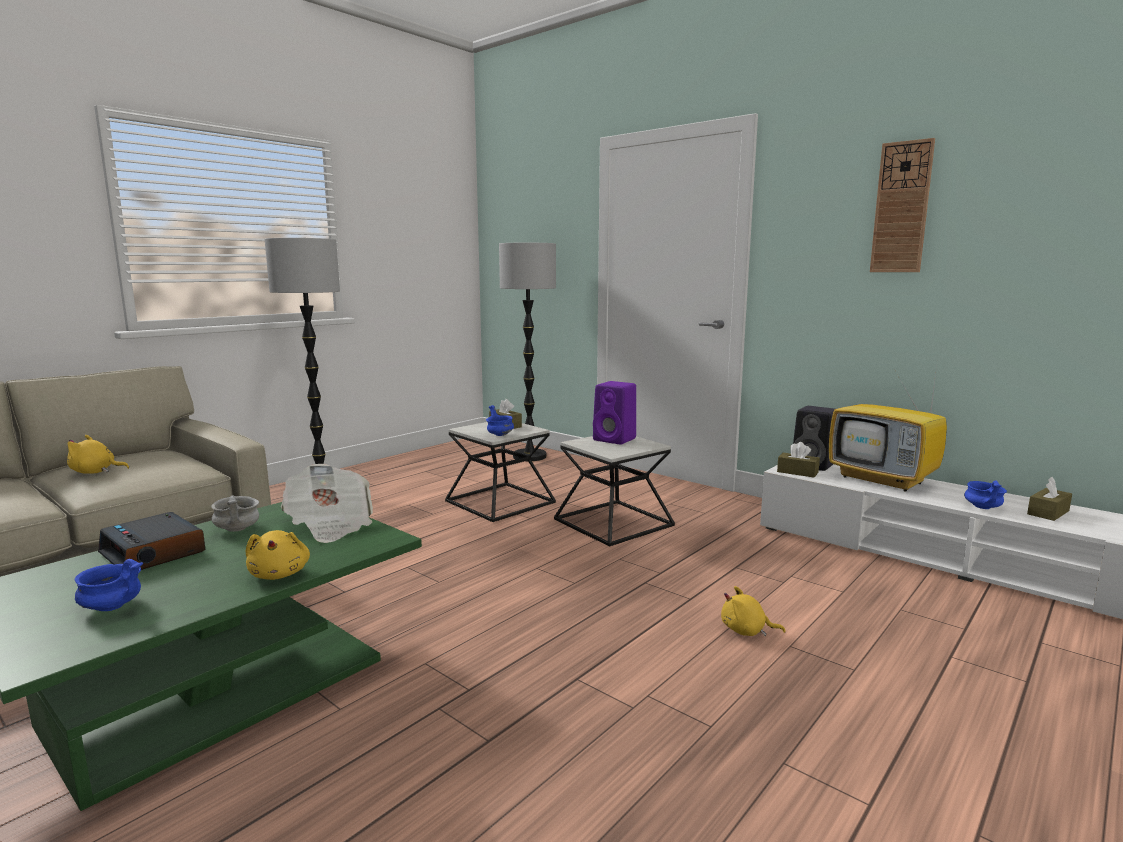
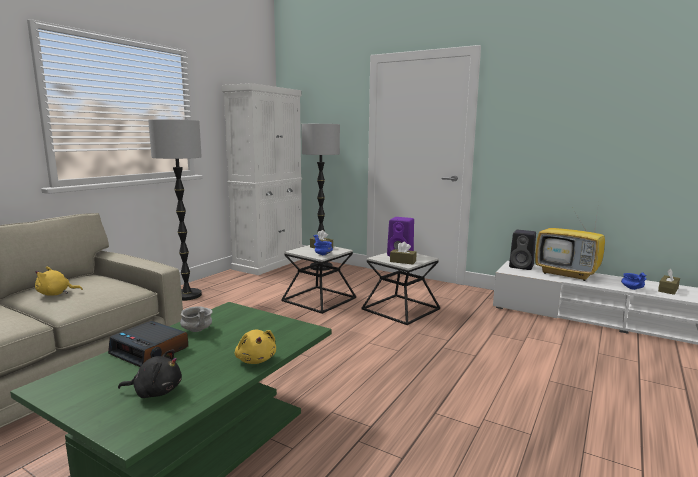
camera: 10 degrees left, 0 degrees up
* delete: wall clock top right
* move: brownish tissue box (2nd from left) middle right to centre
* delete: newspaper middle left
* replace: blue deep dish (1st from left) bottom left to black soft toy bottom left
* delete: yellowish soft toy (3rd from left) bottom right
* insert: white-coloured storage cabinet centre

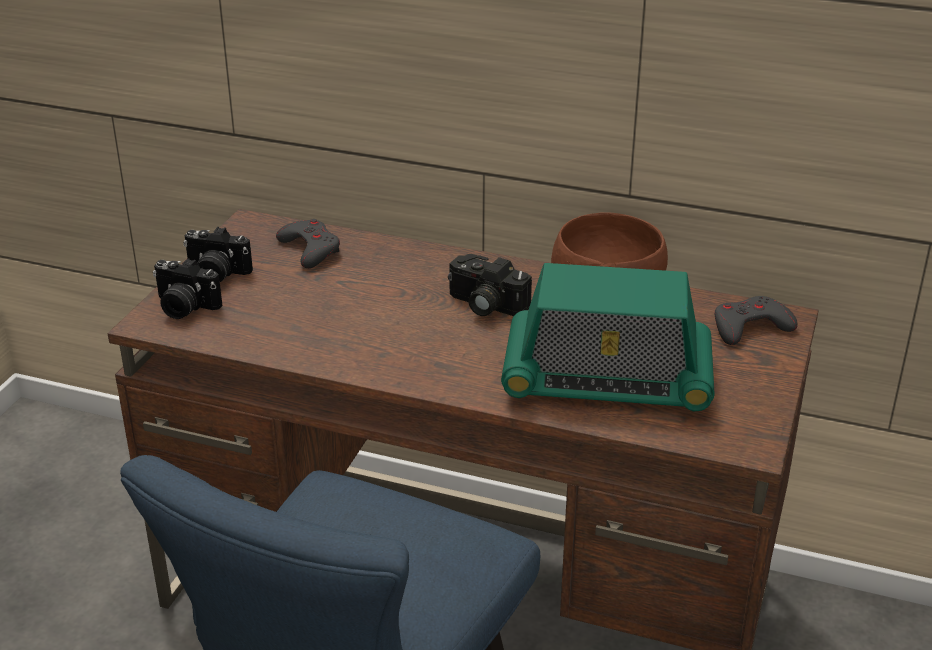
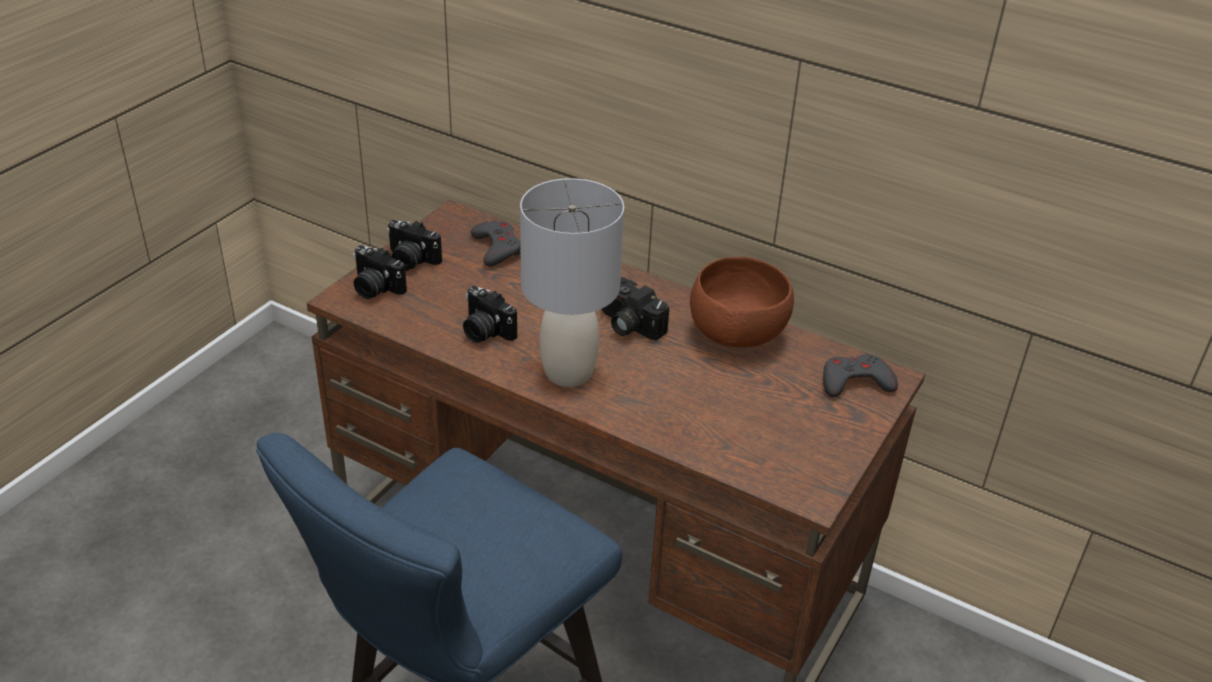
camera: 10 degrees right, 5 degrees up
* delete: radio receiver centre
* insert: grey lamp for a table centre
* insert: photo camera (3rd from left) centre

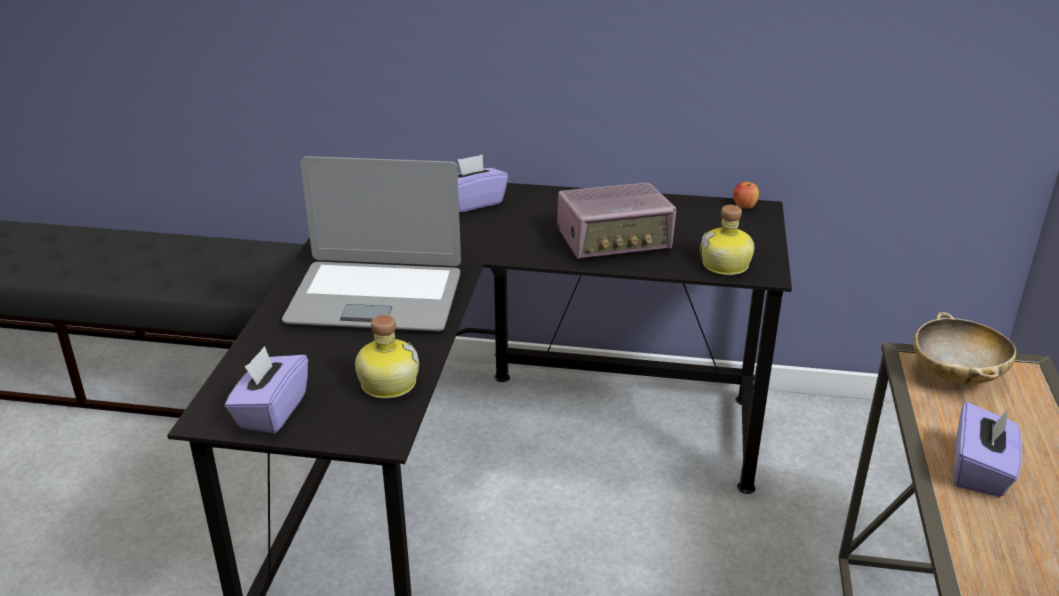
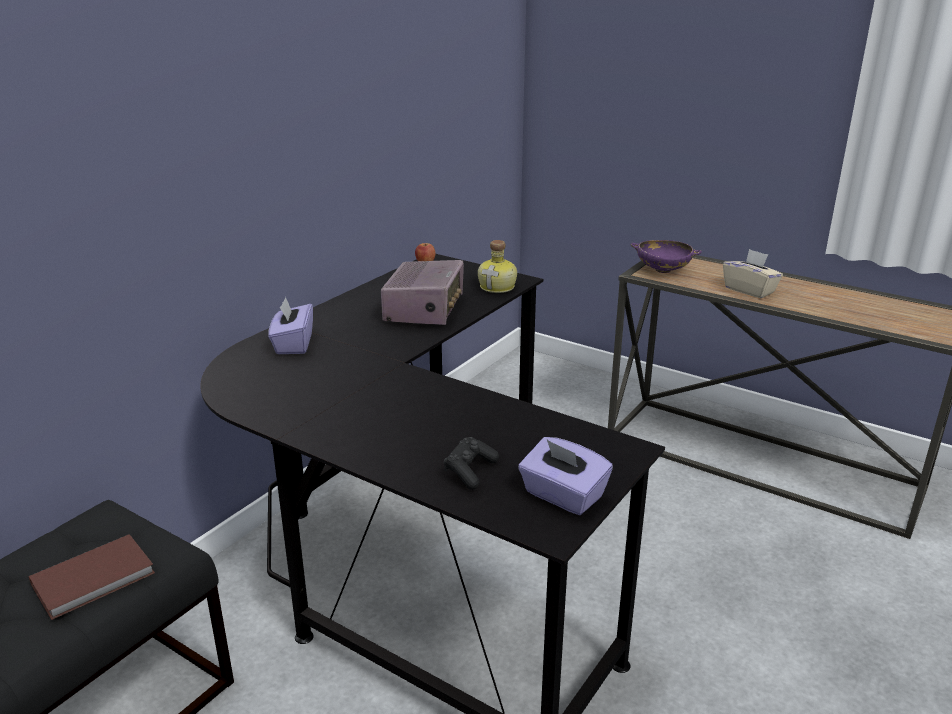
camera: 65 degrees left, 5 degrees down
* delete: laptop centre
* recolor: beige-coloured deep dish middle right to purple deep dish middle right
* delete: beverage bottle (1st from left) centre
* recolor: purple tissue box (3rd from left) bottom right to beige-coloured tissue box middle right
* insert: black game controller centre
* insert: brownish volume bottom left

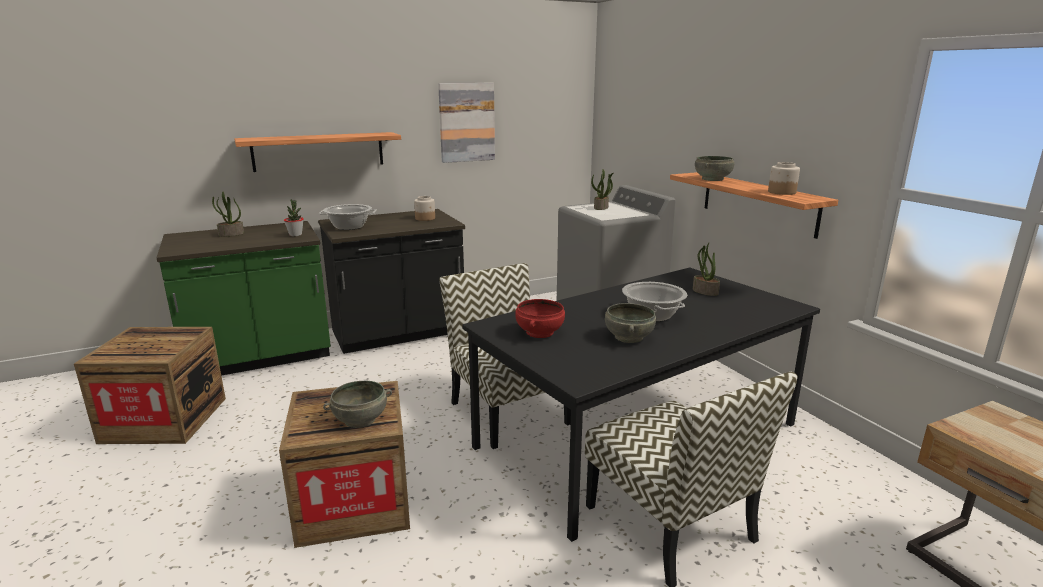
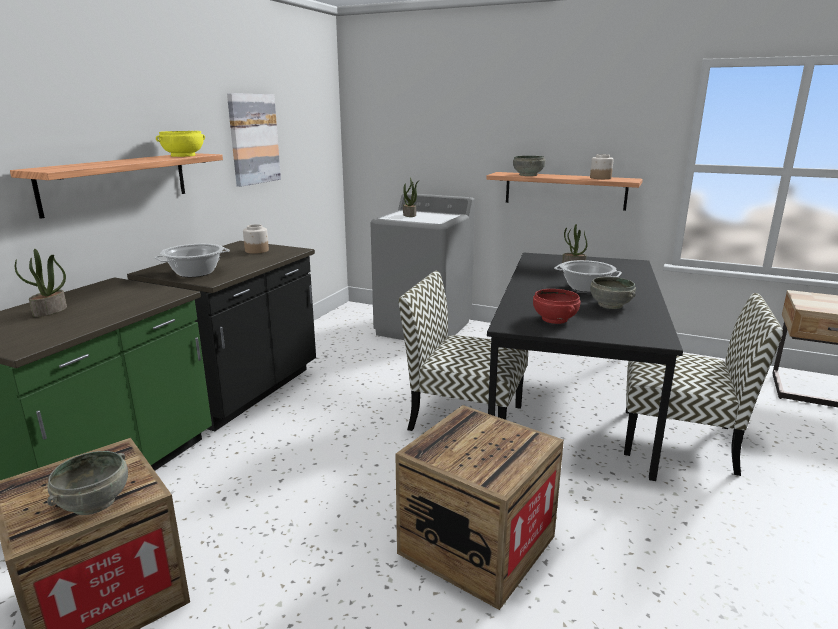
camera: 40 degrees left, 0 degrees up
* delete: potted plant (2nd from left) middle left
* move: grey deep dish (1st from left) bottom centre to bottom left
* insert: yellowish deep dish top left

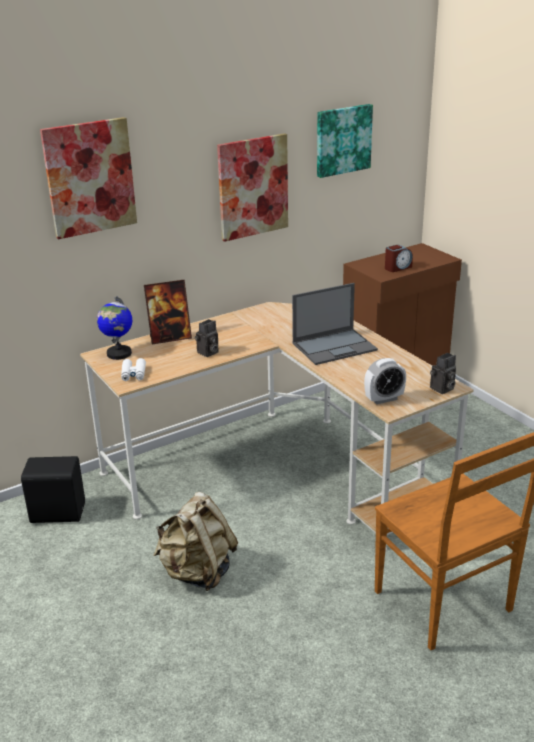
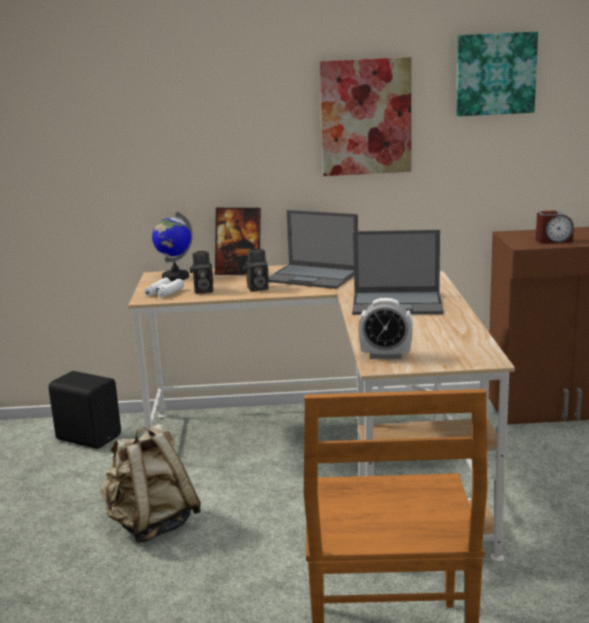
camera: 30 degrees right, 10 degrees down
* delete: picture (1st from left) top left
* move: photo camera (2nd from left in the first image) middle right to photo camera (1st from left) centre
* insert: laptop (1st from left) centre

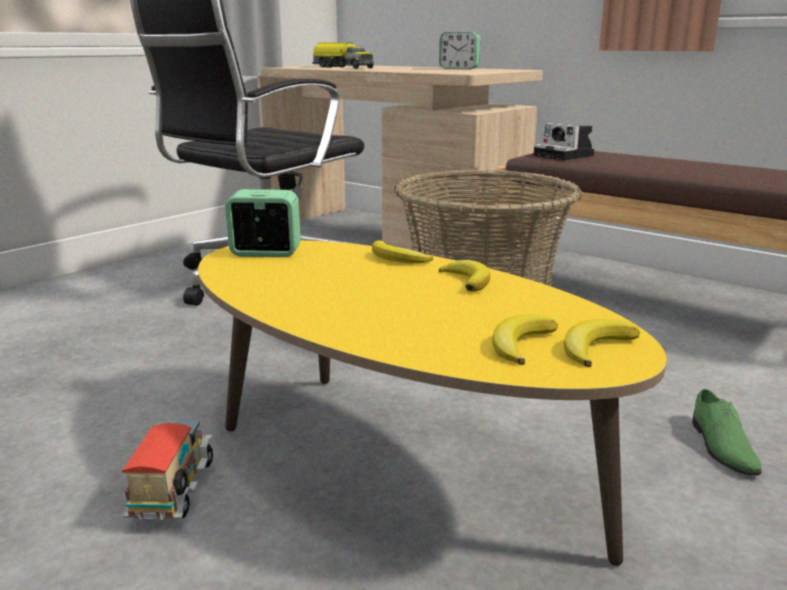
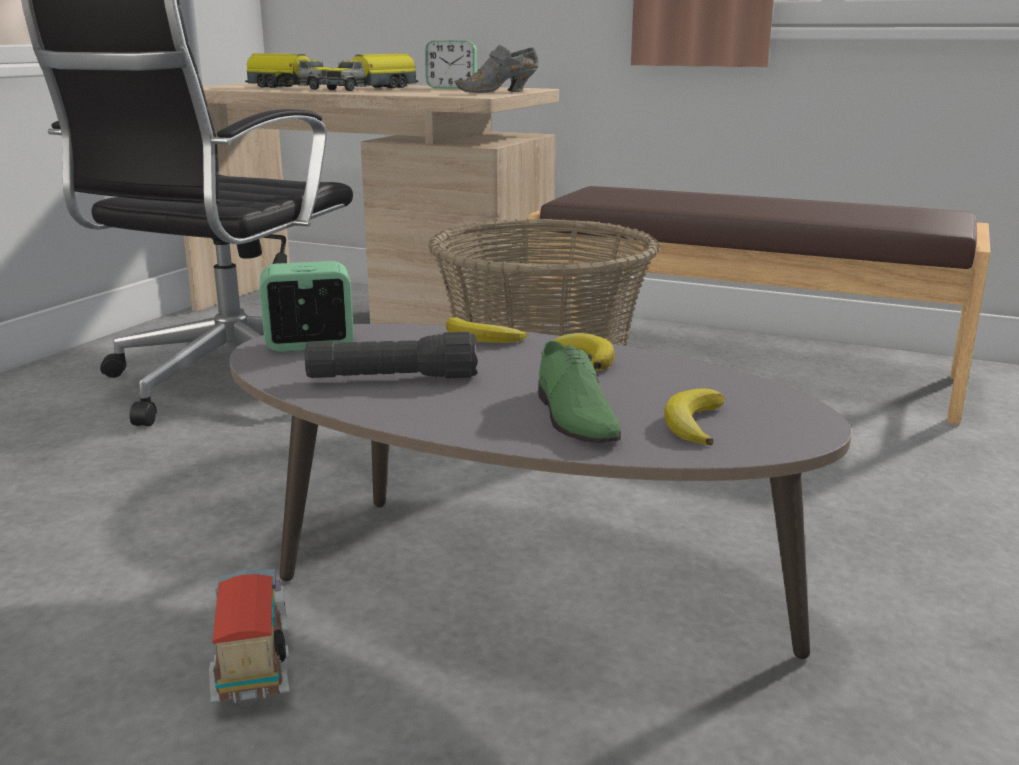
camera: 15 degrees left, 0 degrees up
* delete: photo camera top right
* recolor: yellowish low table bottom centre to grey low table centre
* delete: whole banana (4th from left) middle right
* move: greenish item of footwear bottom right to centre
* insert: grey item of footwear top centre
* insert: model truck (3rd from left) top centre
* insert: black hand torch centre

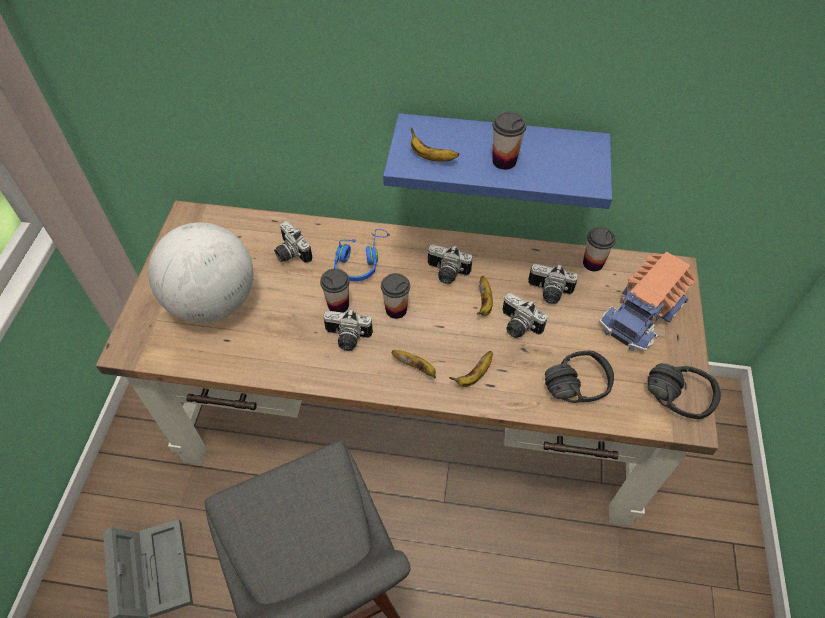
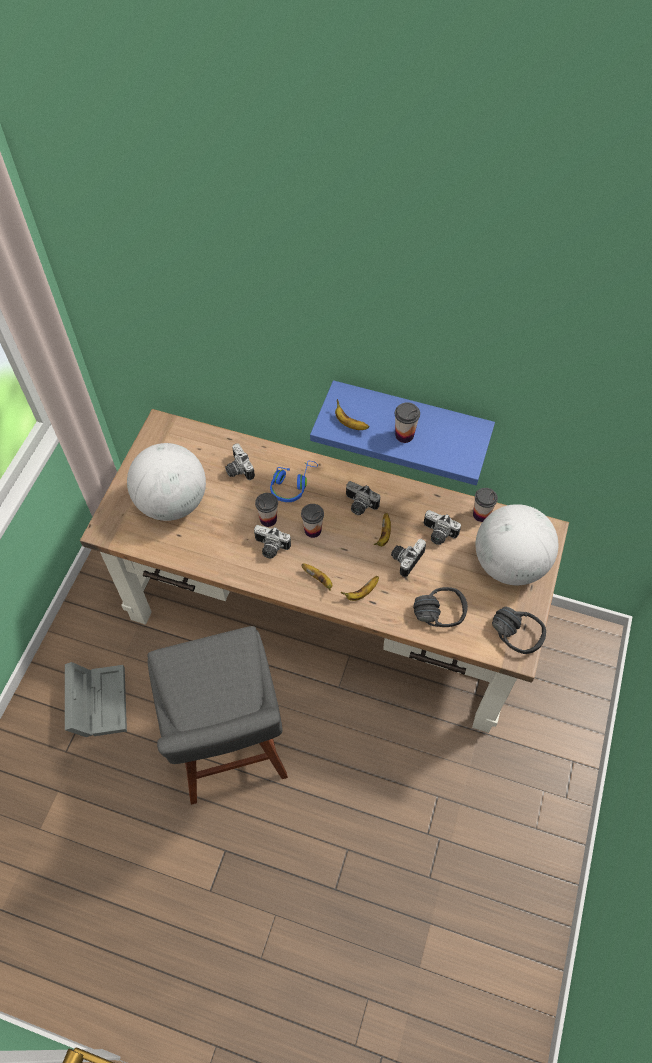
camera: 10 degrees right, 5 degrees up
* replace: model truck middle right to world globe (2nd from left) middle right
* rotate: photo camera (4th from left) centre = centre 75 degrees clockwise

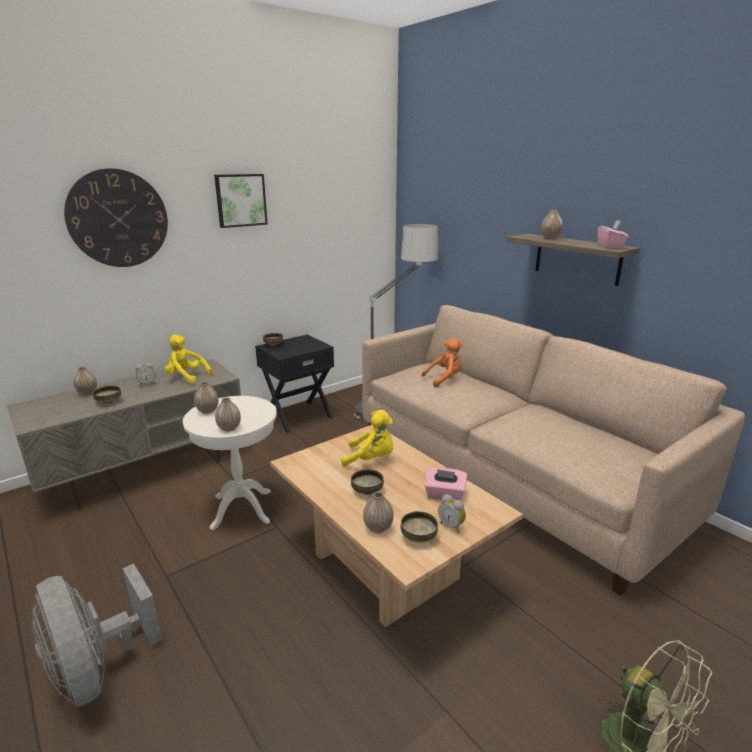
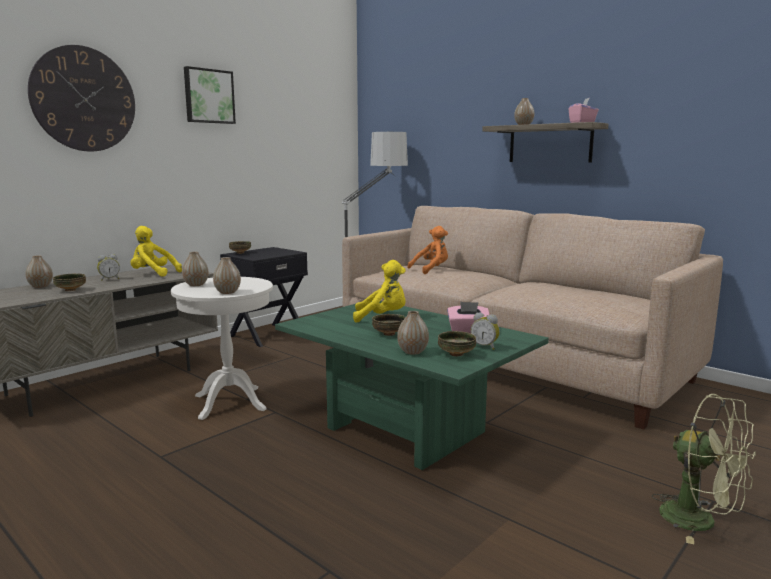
camera: 10 degrees left, 10 degrees down
* recolor: beige-coloured low table bottom centre to greenish low table centre
* delete: grey fan bottom left

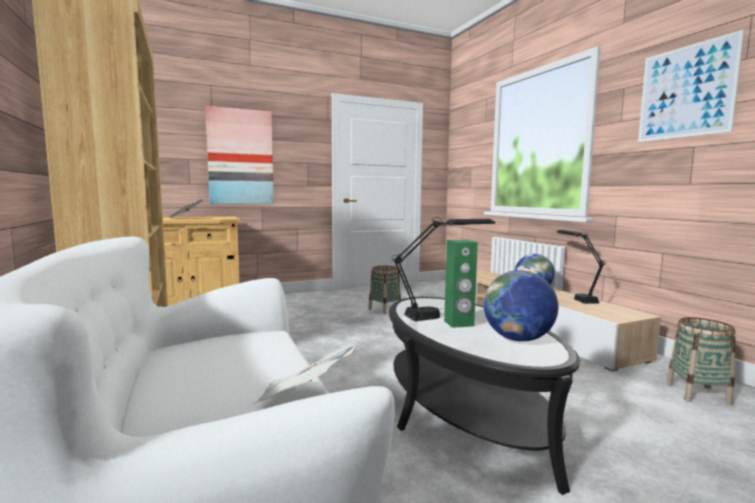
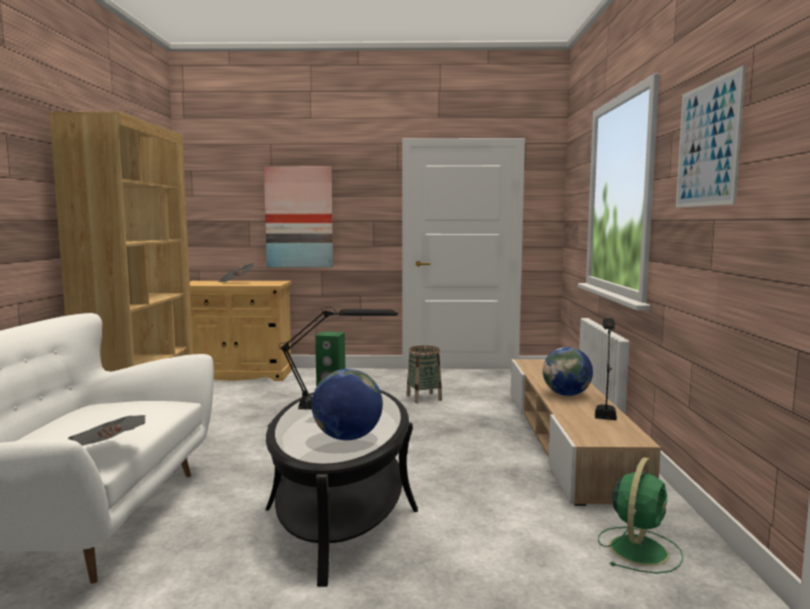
camera: 25 degrees right, 0 degrees up
* replace: basket (2nd from left) bottom right to greenish fan bottom right

